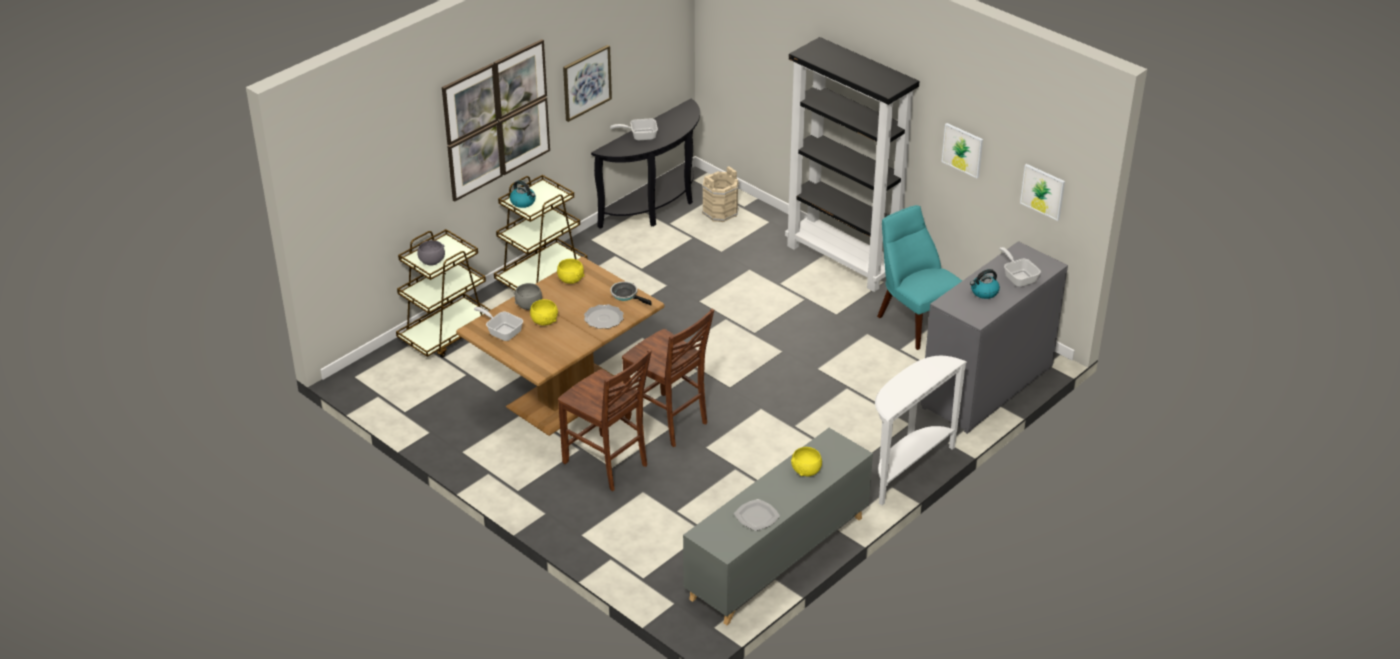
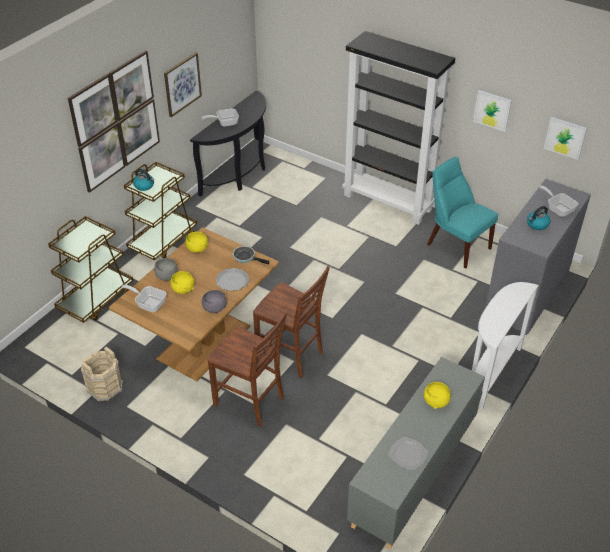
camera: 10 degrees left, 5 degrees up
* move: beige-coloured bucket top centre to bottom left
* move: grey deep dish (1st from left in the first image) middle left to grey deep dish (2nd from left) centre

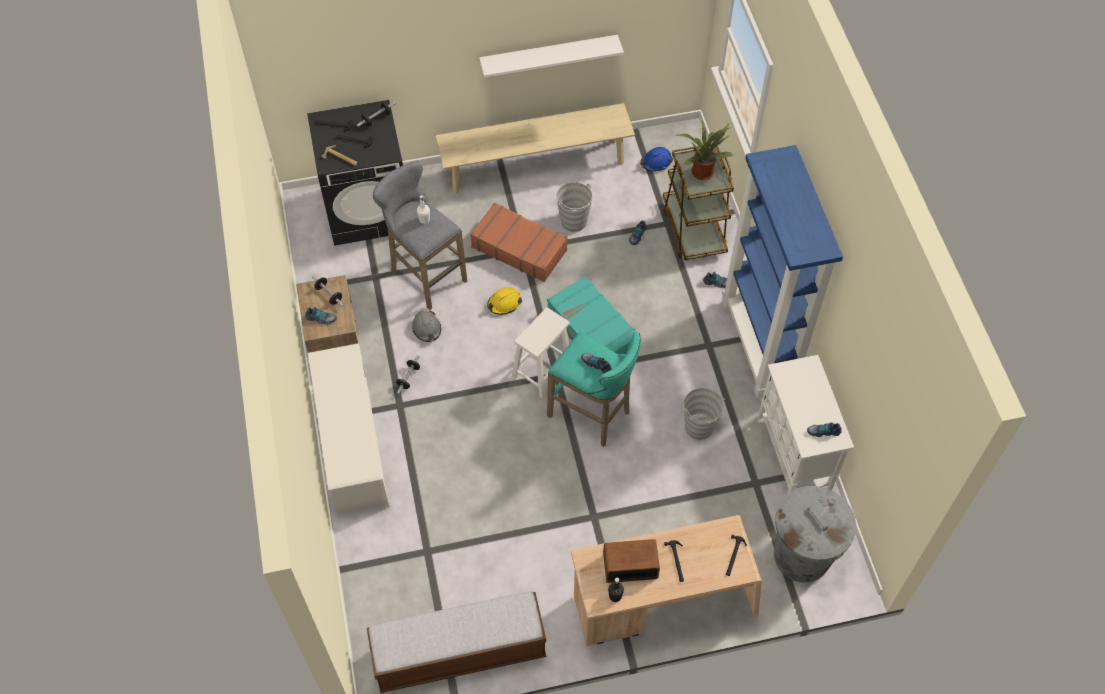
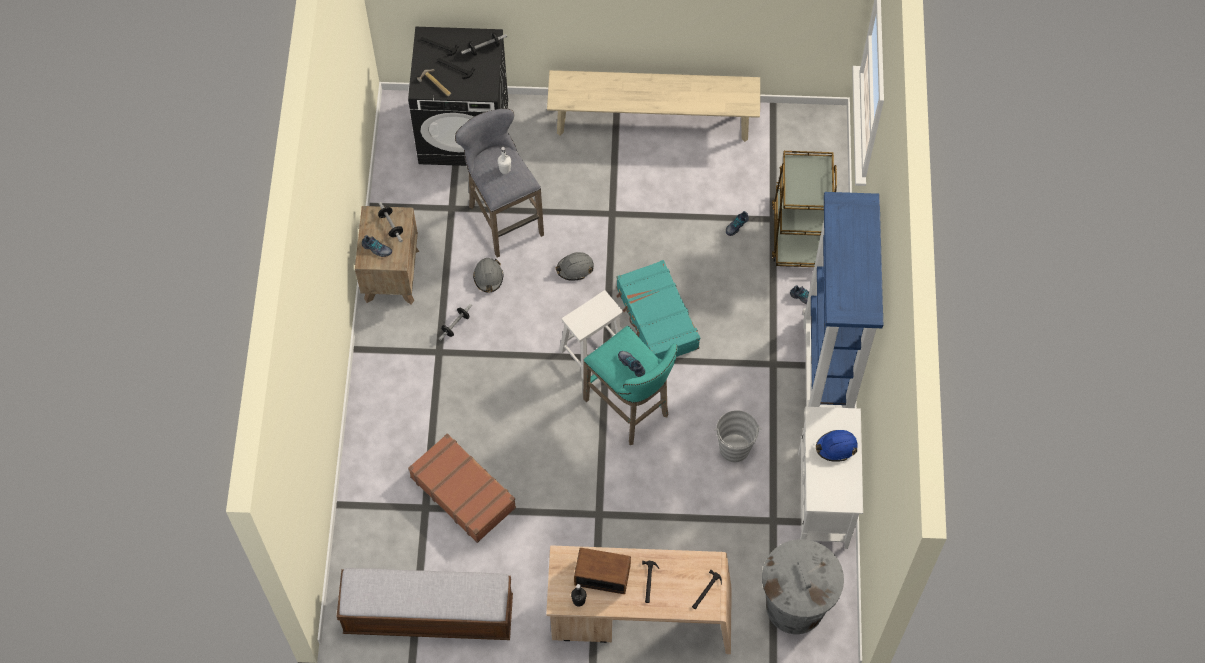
camera: 15 degrees right, 5 degrees up
* delete: white-coloured wall shelf top centre
* delete: potted plant top centre
* move: blue safety helmet top centre to bottom right
* delete: grey bucket (1st from left) top centre
* move: brownish suitcase centre to bottom centre
* recolor: yellowish safety helmet centre to grey safety helmet (2nd from left) centre
* delete: white-coloured shoe shelf middle left
* delete: item of footwear (5th from left) middle right

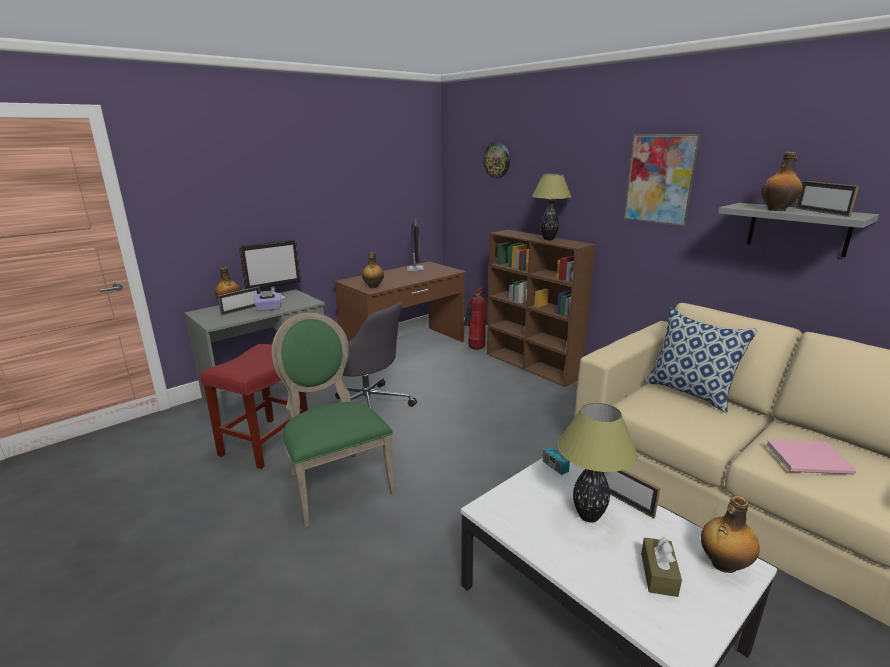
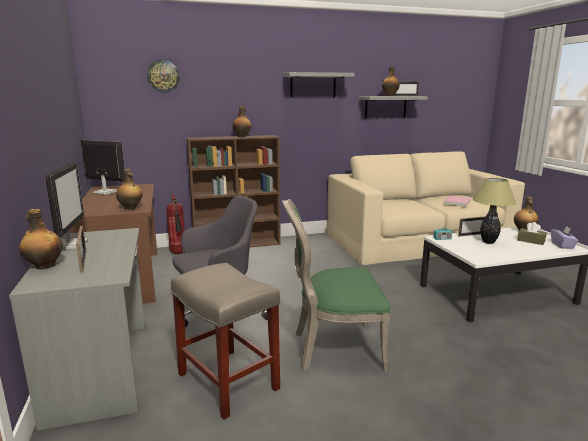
camera: 65 degrees left, 5 degrees down
* replace: picture top right to grey wall shelf (1st from left) top centre
* replace: lamp for a table (1st from left) top centre to beverage bottle (3rd from left) top centre
* move: purple tissue box middle left to middle right
* delete: throw pillow middle right
* recolor: reddish stool seat middle left to beige-coloured stool seat bottom centre

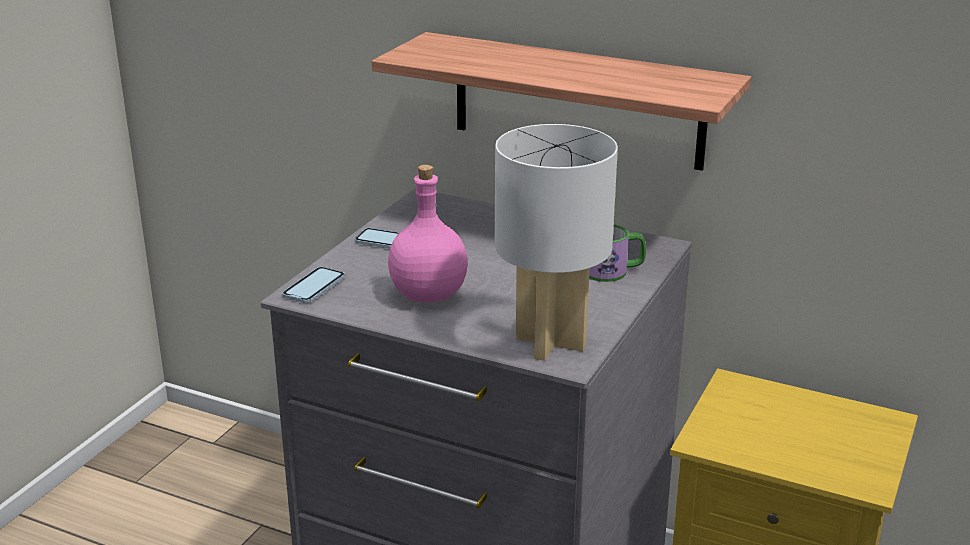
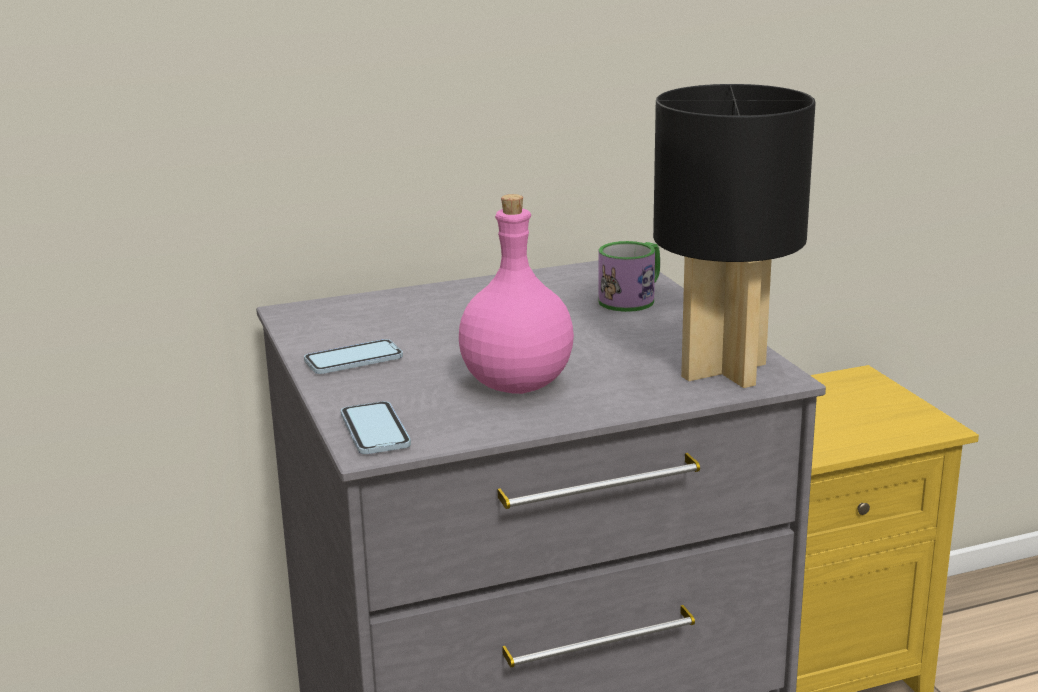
camera: 45 degrees left, 5 degrees down
* delete: wall shelf top centre
* recolor: white-coloured lamp for a table centre to black lamp for a table middle right

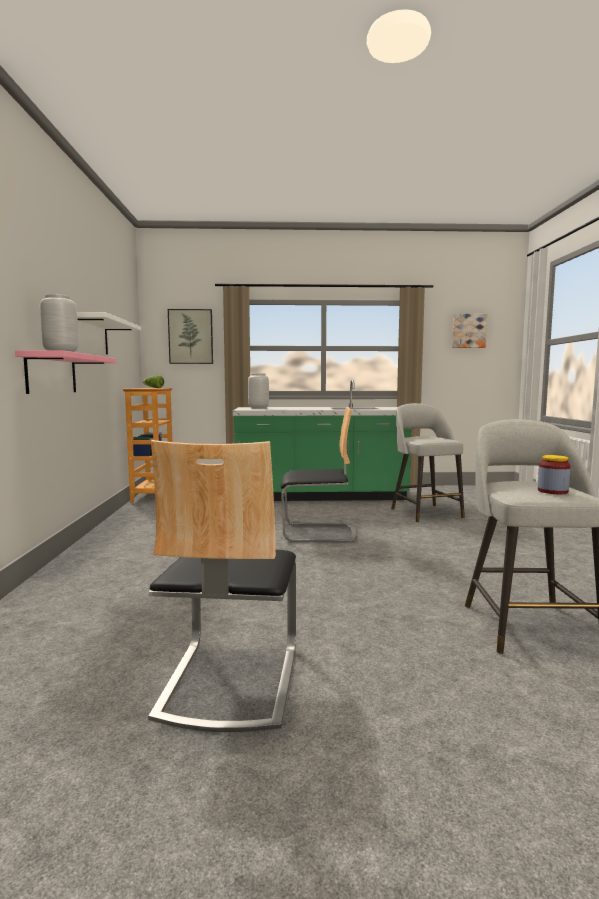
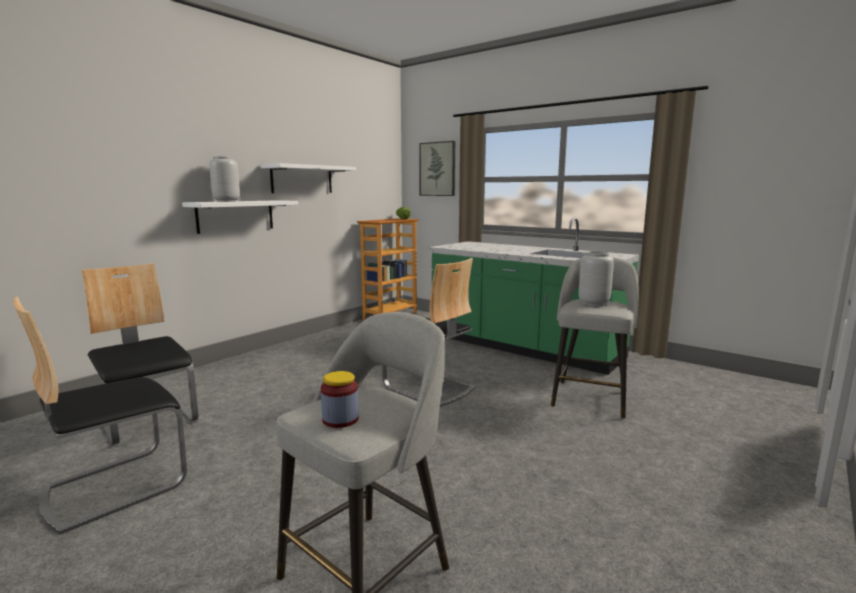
camera: 40 degrees right, 5 degrees up
* delete: picture (2nd from left) middle right
* recolor: pink-coloured wall shelf middle left to white-coloured wall shelf (1st from left) middle left
* move: grey decorative vase (2nd from left) centre to middle right
* insert: chair (2nd from left) middle left

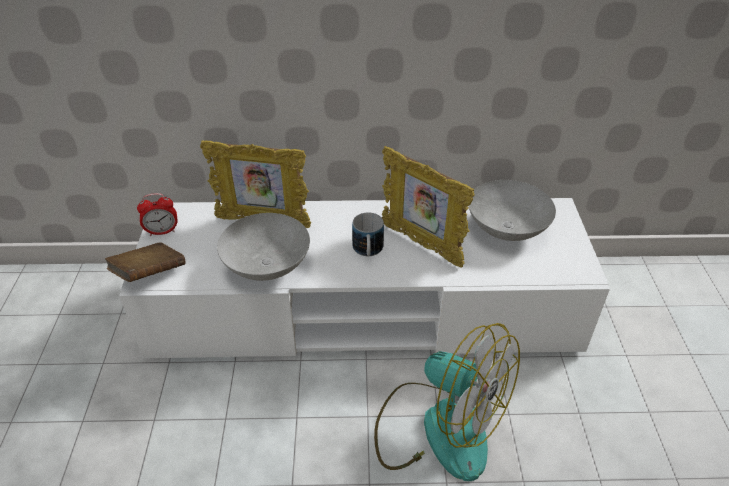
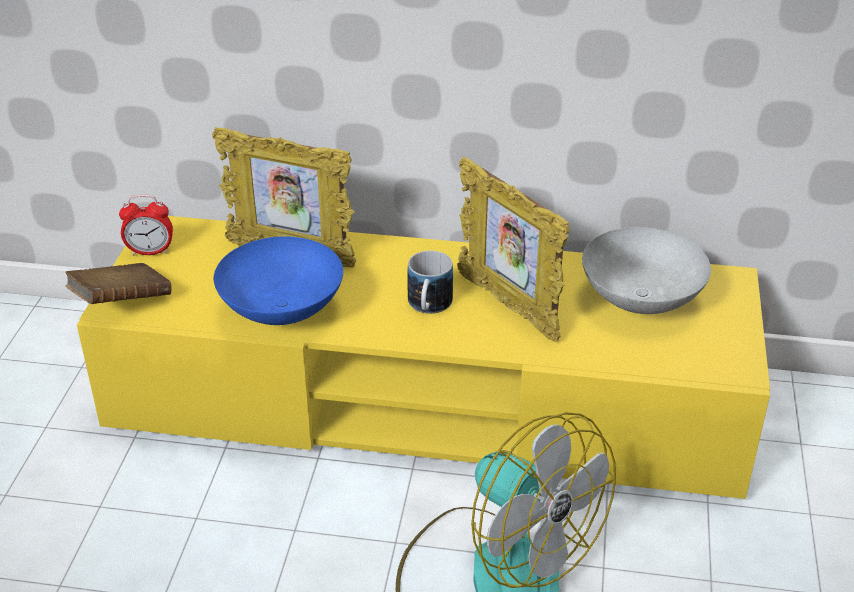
camera: 10 degrees right, 5 degrees down
* recolor: white-coloured tv stand centre to yellowish tv stand centre
* recolor: grey deep dish (1st from left) centre to blue deep dish middle left

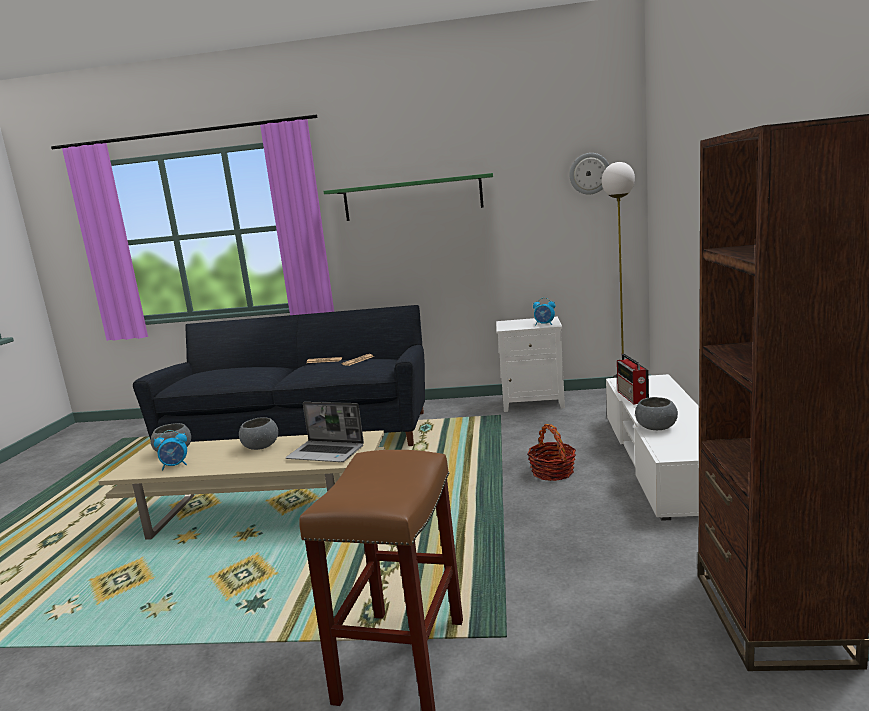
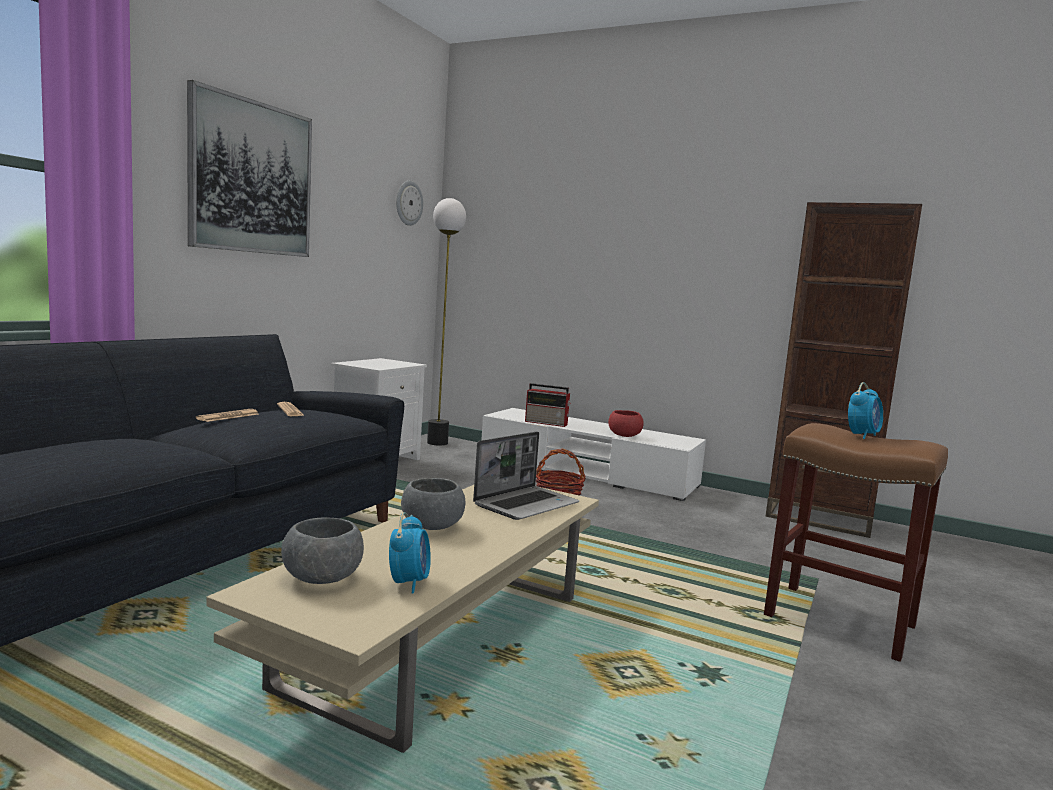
camera: 70 degrees left, 5 degrees down
* replace: greenish wall shelf top centre to picture top left
* move: alarm clock (2nd from left) centre to middle right
* recolor: grey deep dish (3rd from left) middle right to reddish deep dish centre

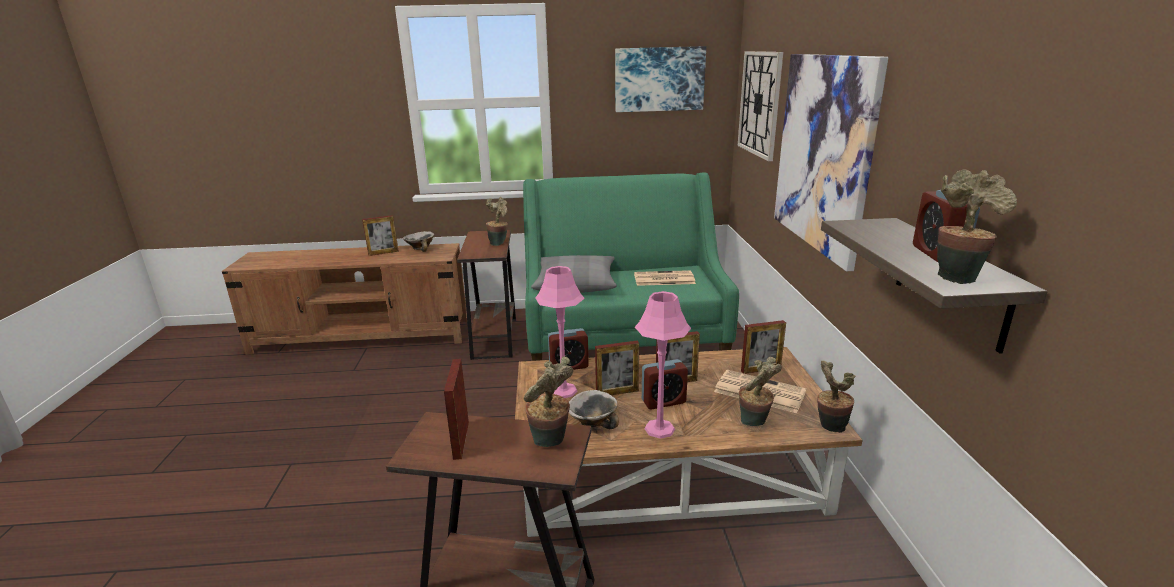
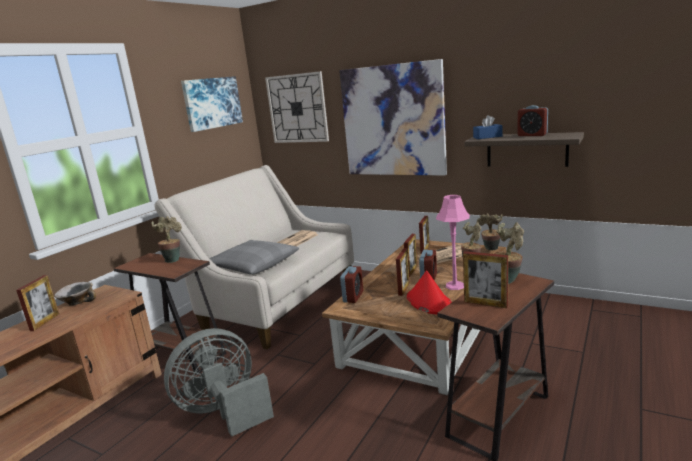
camera: 55 degrees left, 5 degrees down
* delete: potted plant (5th from left) middle right
* recolor: greenish sofa centre to beige-coloured sofa centre
* delete: pink-coloured lamp for a table (1st from left) centre
* replace: deep dish (2nd from left) bottom centre to reddish wearable hat centre
* insert: blue tissue box top right
* insert: grey fan bottom left

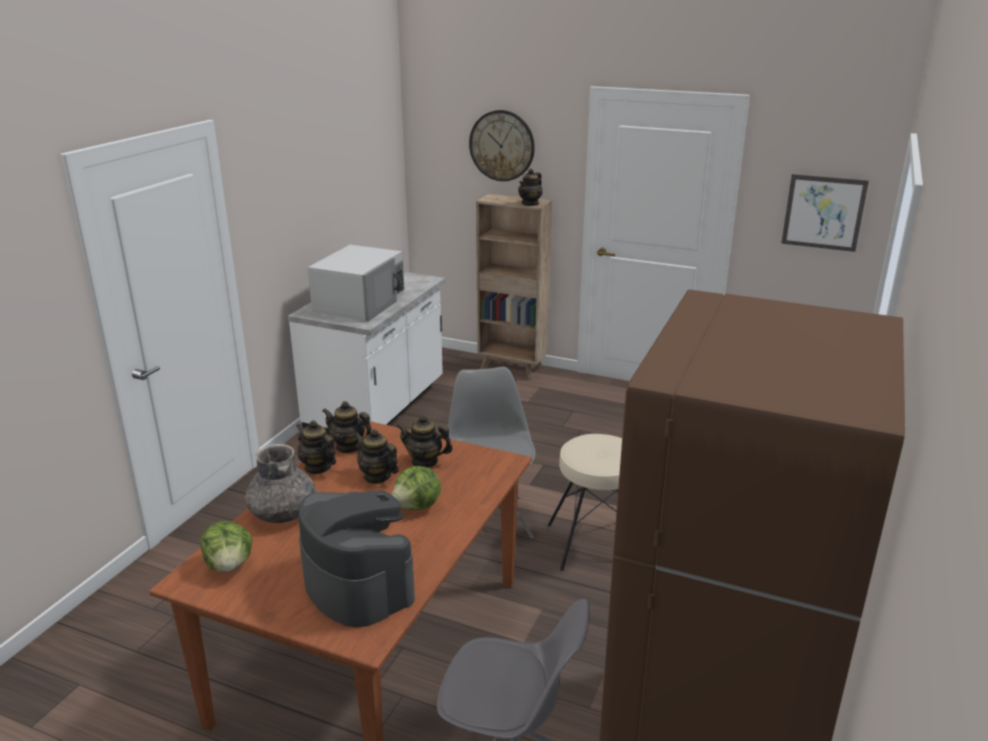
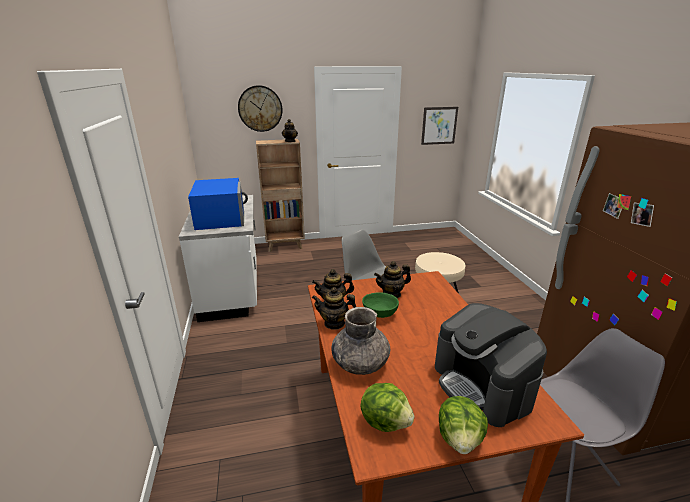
camera: 35 degrees left, 0 degrees up
* recolor: white-coloured microwave centre to blue microwave middle left
* replace: pot for tea (3rd from left) centre to greenish deep dish centre
* move: lettuce head (2nd from left) centre to bottom right
* rotate: coffee machine bottom centre = bottom right 135 degrees counterclockwise

